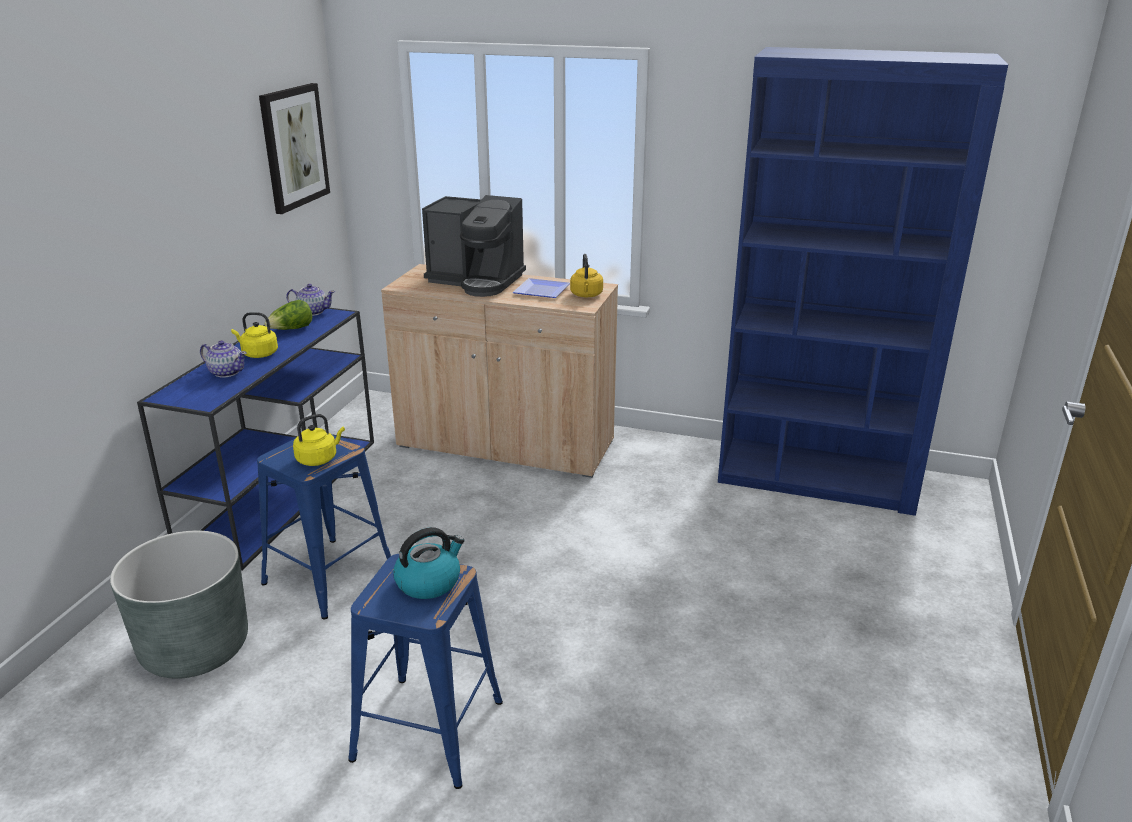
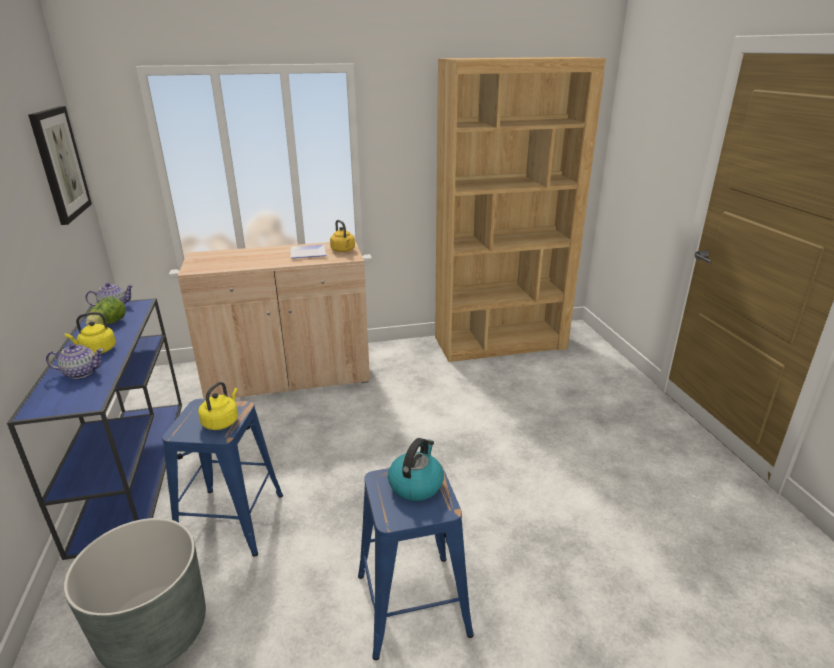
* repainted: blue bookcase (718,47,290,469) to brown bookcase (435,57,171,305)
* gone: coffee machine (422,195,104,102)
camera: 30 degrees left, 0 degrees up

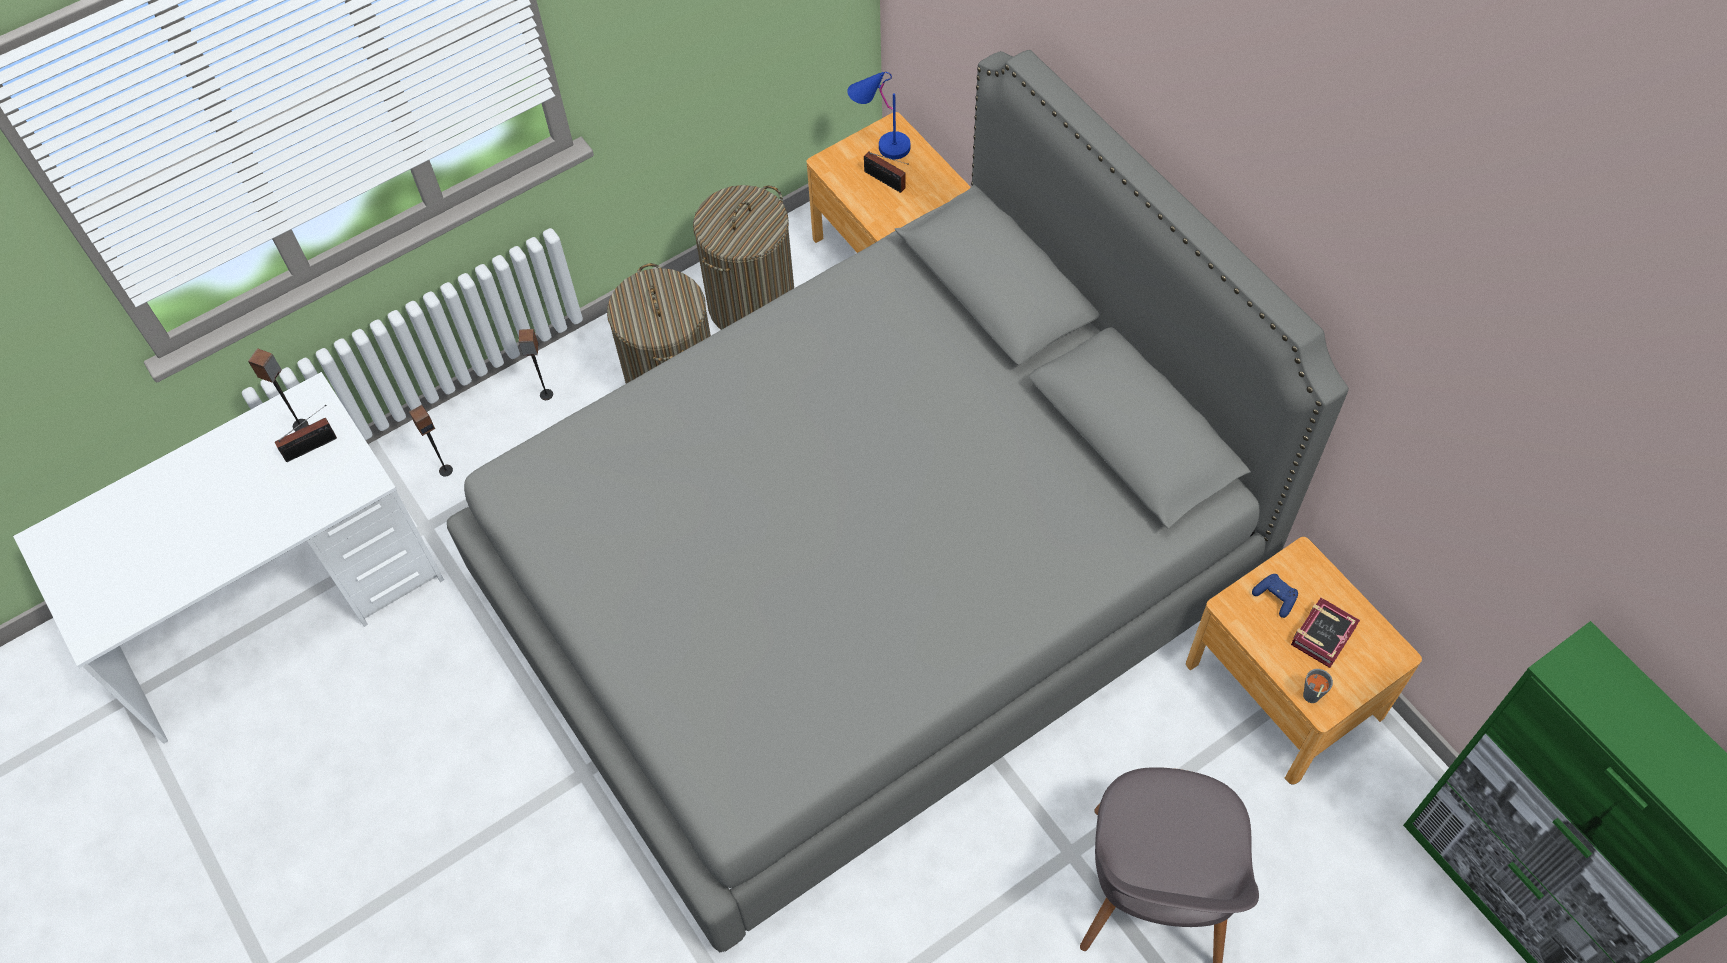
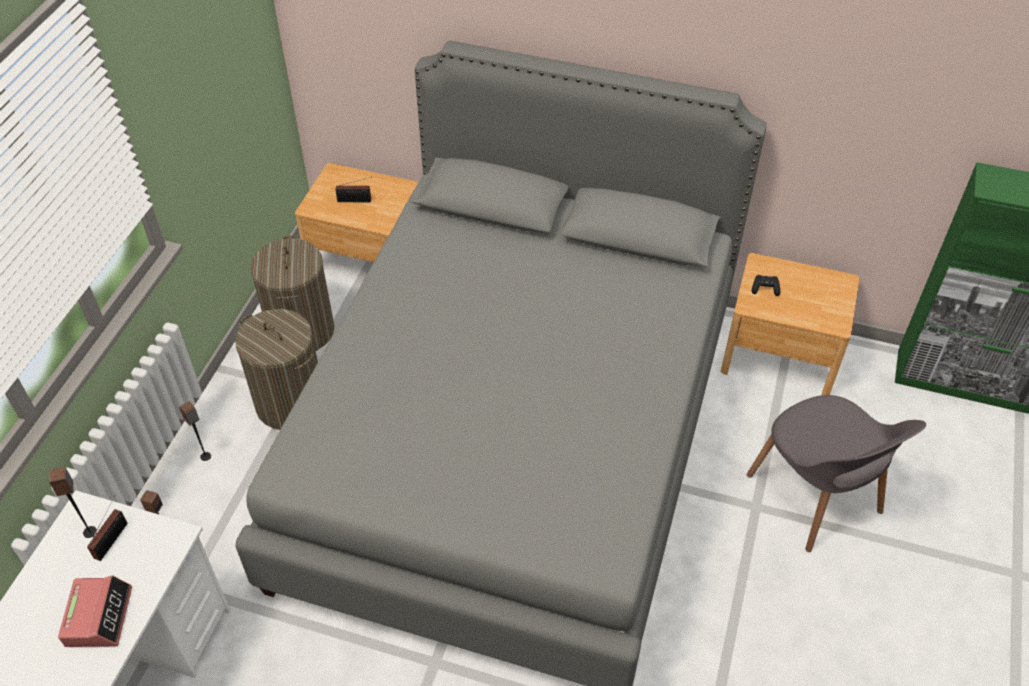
* gone: blue table lamp (847,72,64,87)
* repainted: blue game controller (1252,574,46,44) to black game controller (752,275,28,21)
* gone: book (1291,598,69,70)
* gone: grey cup (1303,669,30,34)
* new: alarm clock (58,575,74,72)
camera: 40 degrees left, 10 degrees down

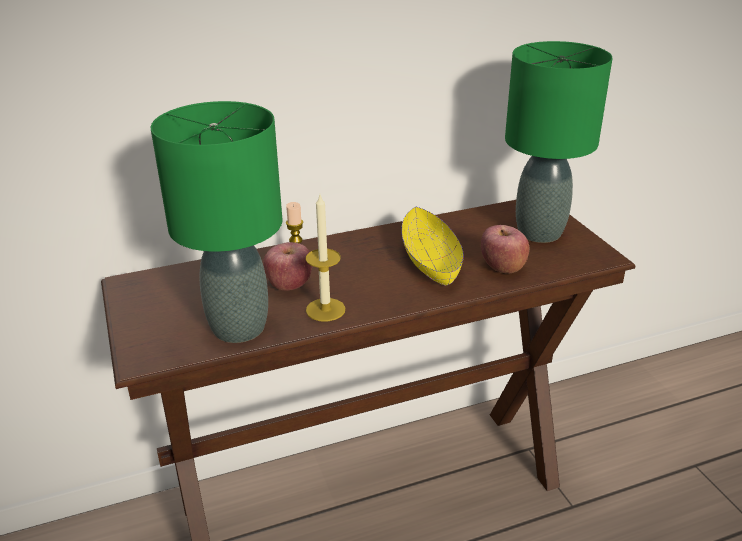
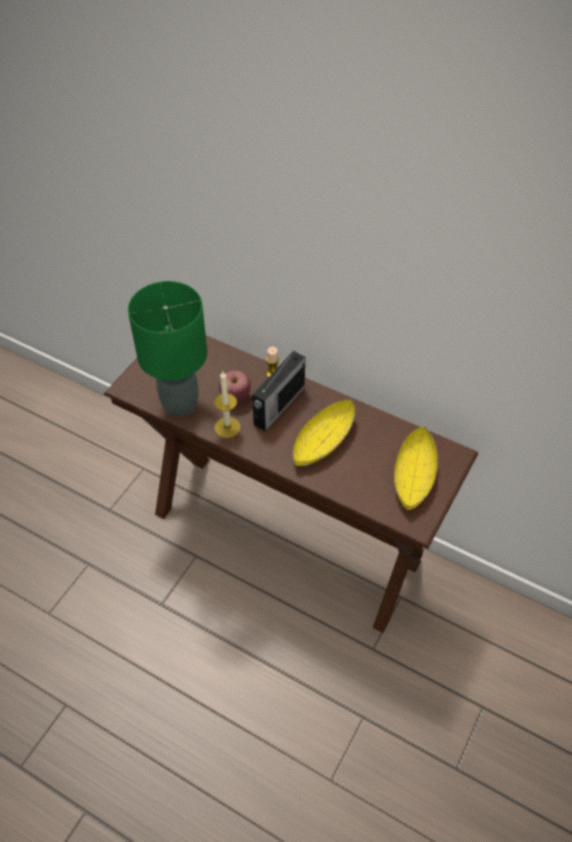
* swapped: green table lamp (505,41,108,202) to yellow bowl (394,426,44,84)
* gone: apple (481,225,48,49)
* new: radio (252,350,53,81)
camera: 50 degrees right, 20 degrees up

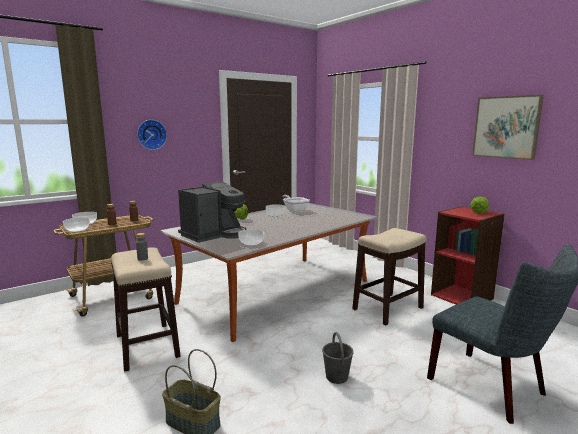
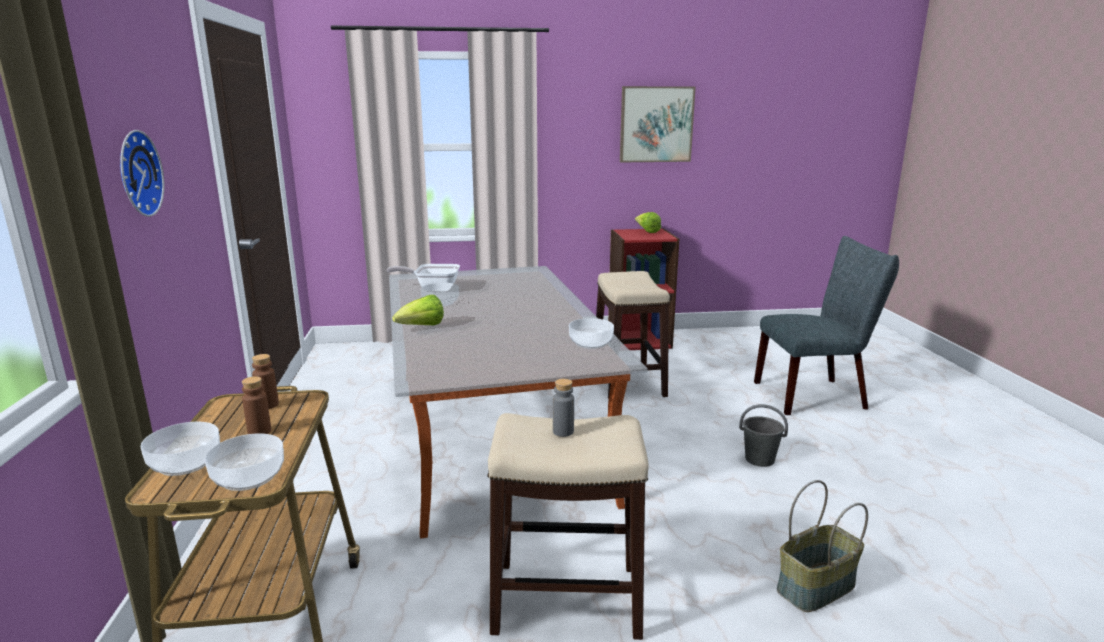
* gone: coffee machine (178,181,69,62)
camera: 60 degrees left, 5 degrees up

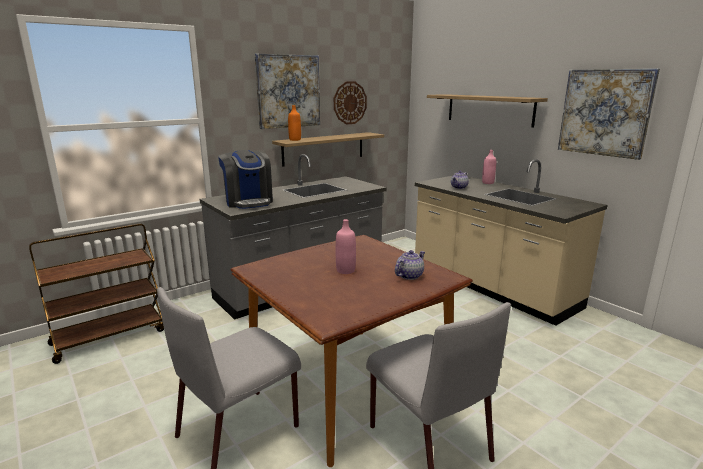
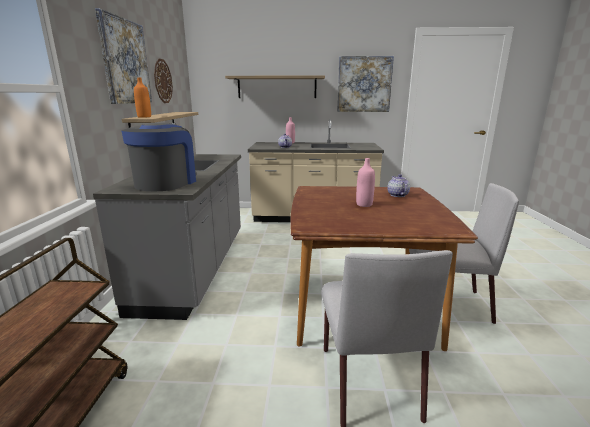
* rotated: coffee machine (218,150,55,59) = (121,122,76,69) 90 degrees counterclockwise
camera: 50 degrees left, 0 degrees up

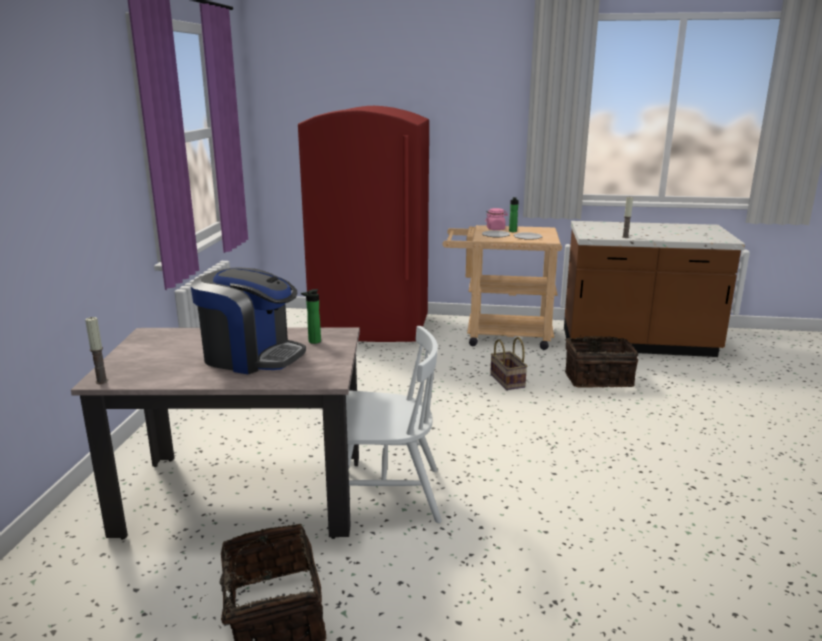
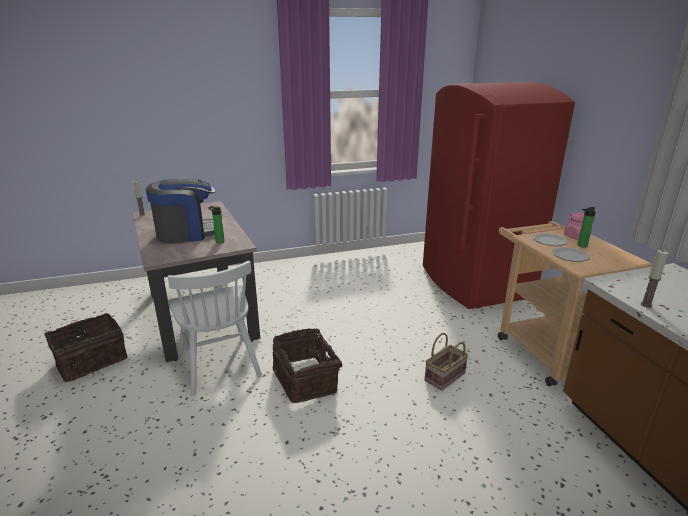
* rotated: coffee machine (191,267,115,107) = (146,179,69,64) 105 degrees counterclockwise
* shifted: basket (565,336,73,52) to (273,328,69,75)
camera: 65 degrees right, 5 degrees up

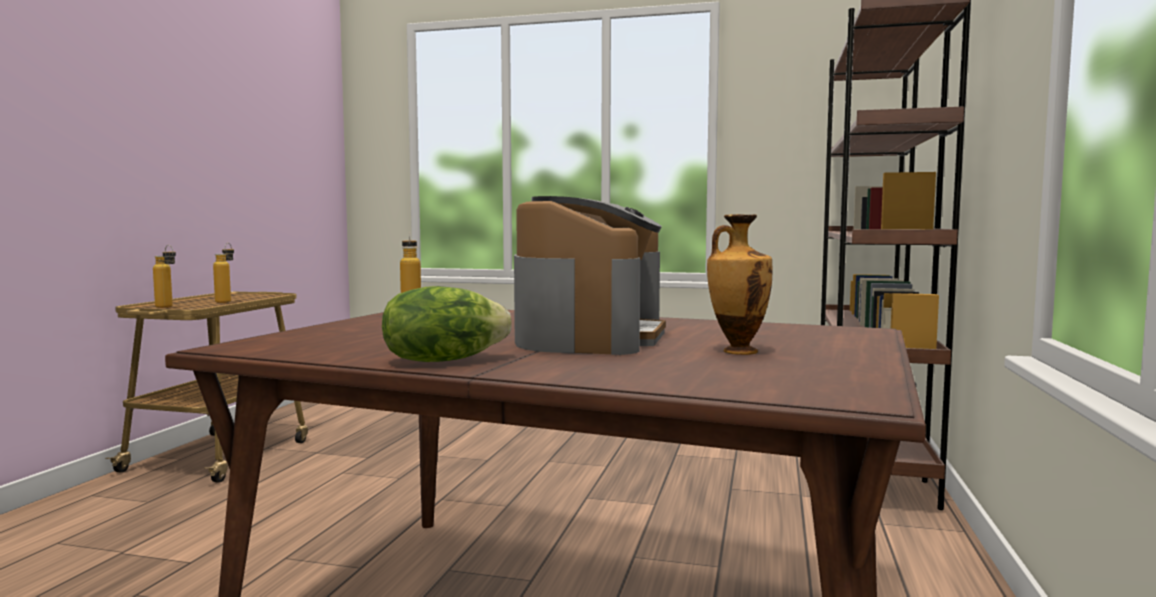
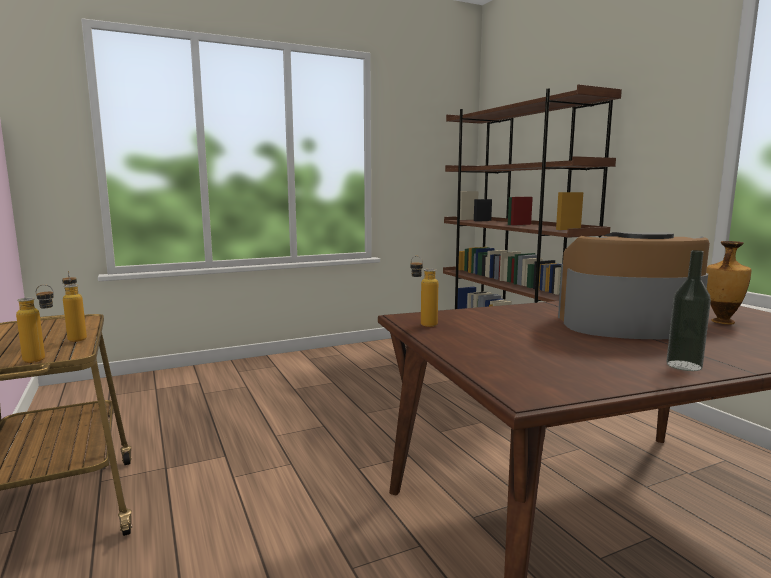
* rotated: coffee machine (514,196,152,159) = (558,232,152,107) 60 degrees counterclockwise
* swapped: lettuce (382,286,130,76) to bottle (666,250,45,121)
camera: 40 degrees left, 5 degrees up

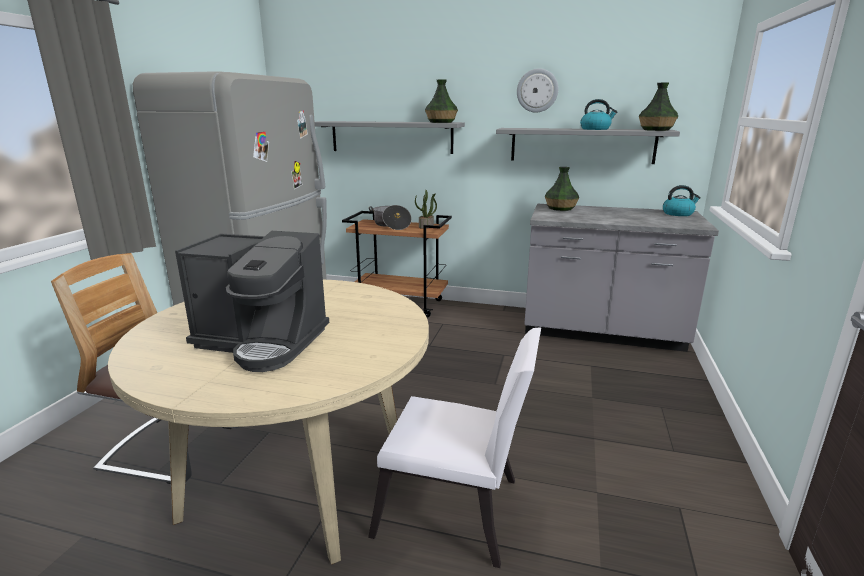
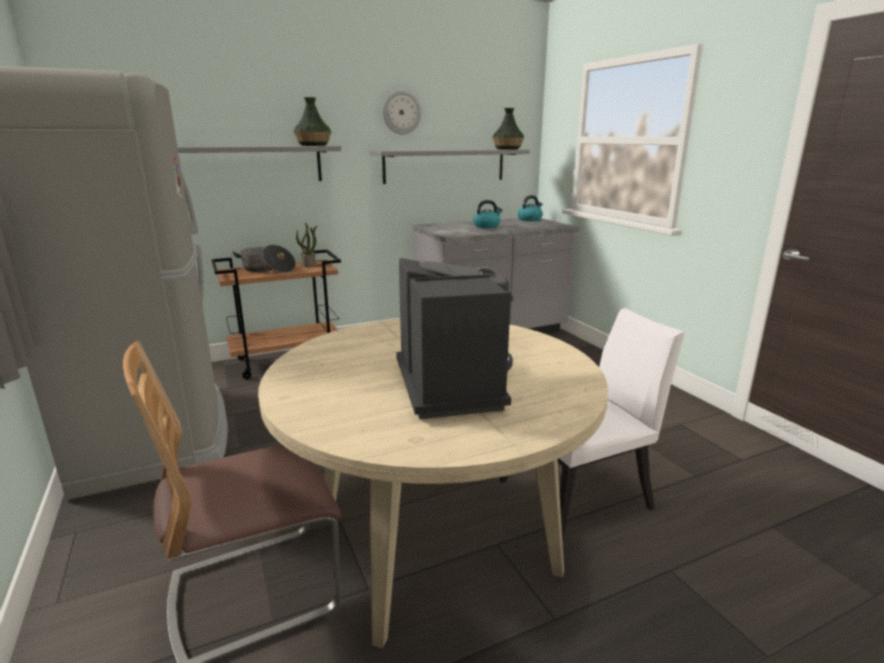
* shifted: kettle (580,99,37,31) to (473,200,30,28)
* gone: vase (545,167,34,44)
* rotated: coffee machine (175,231,154,141) = (396,258,118,161) 75 degrees counterclockwise
camera: 40 degrees left, 0 degrees up

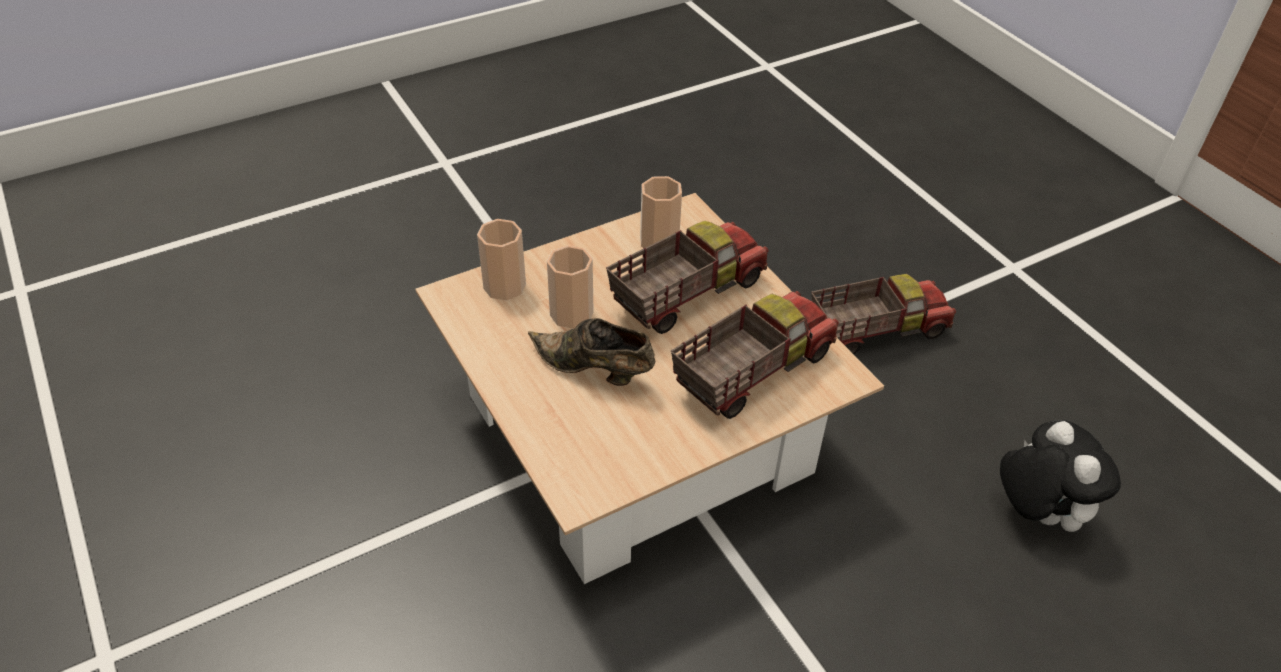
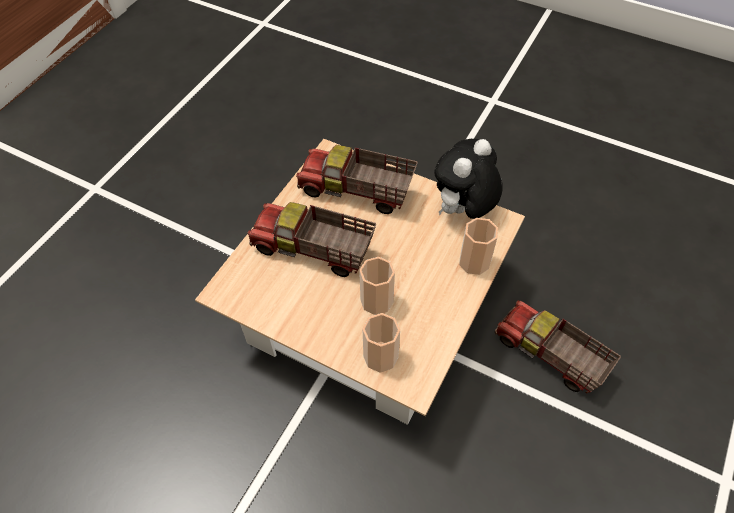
* shifted: cup (640,176,42,72) to (459,218,39,57)
* shifted: toy truck (811,274,145,80) to (495,300,126,93)
* gone: brown shoe (528,318,127,68)
* shifted: plush toy (1000,420,121,112) to (434,139,69,80)
camera: 120 degrees left, 10 degrees up

